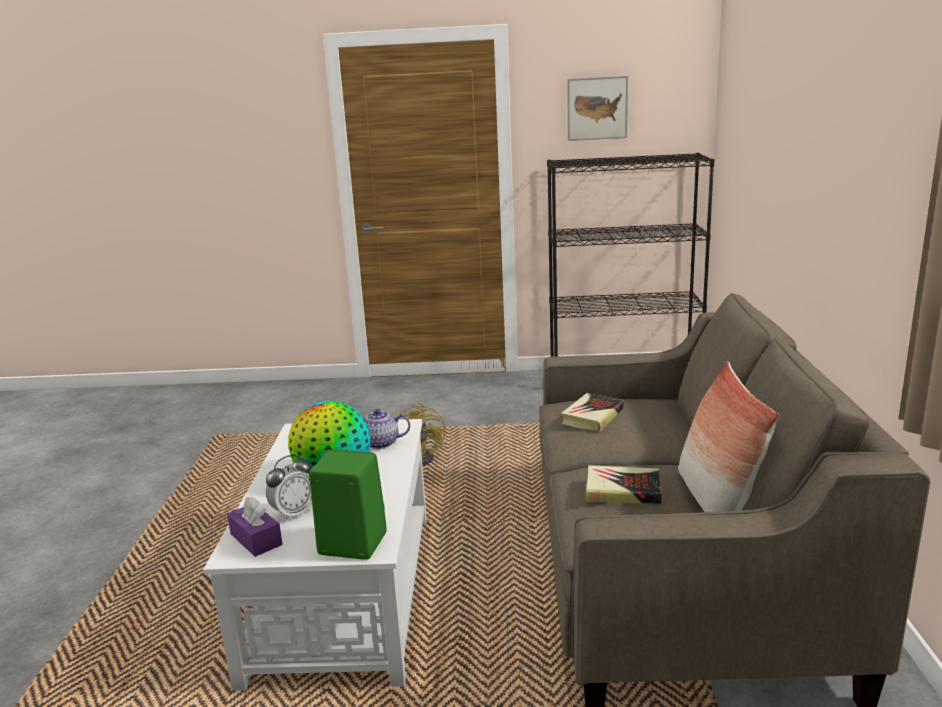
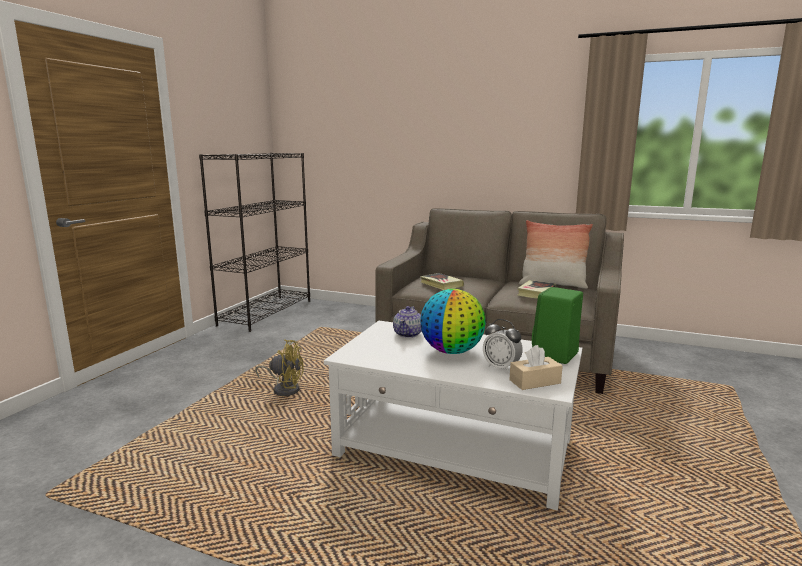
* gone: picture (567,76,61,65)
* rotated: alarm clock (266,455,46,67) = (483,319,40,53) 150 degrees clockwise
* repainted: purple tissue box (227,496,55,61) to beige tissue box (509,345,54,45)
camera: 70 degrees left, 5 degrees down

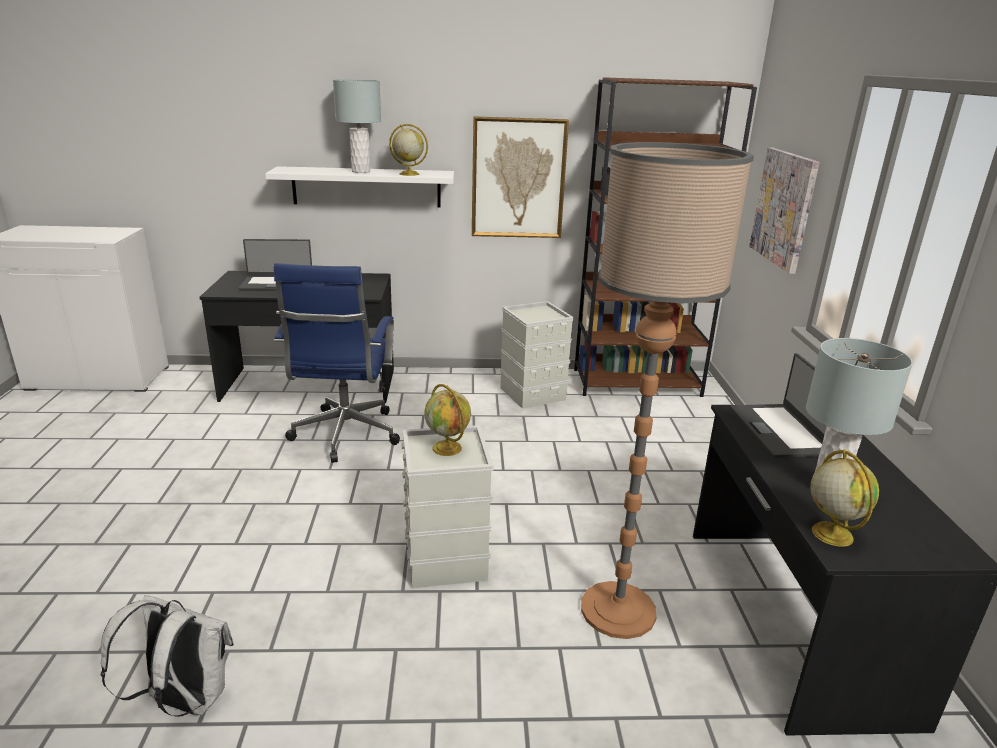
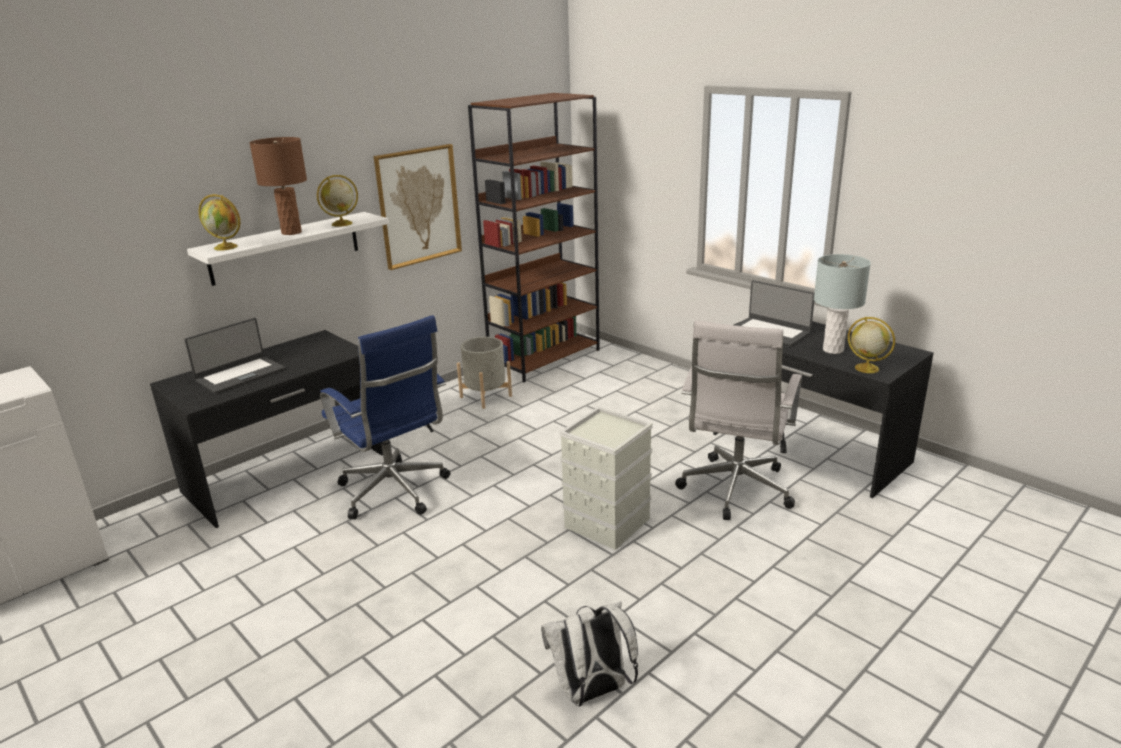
* repainted: grey table lamp (333,79,48,94) to brown table lamp (250,137,57,98)
* swapped: floor lamp (581,142,173,497) to white office chair (675,320,127,200)
* gone: picture (749,147,71,127)
* swapped: grey storage box (500,301,74,108) to grey planter (457,337,55,72)
* shifted: globe (424,384,47,72) to (199,194,41,57)
camera: 40 degrees left, 0 degrees up

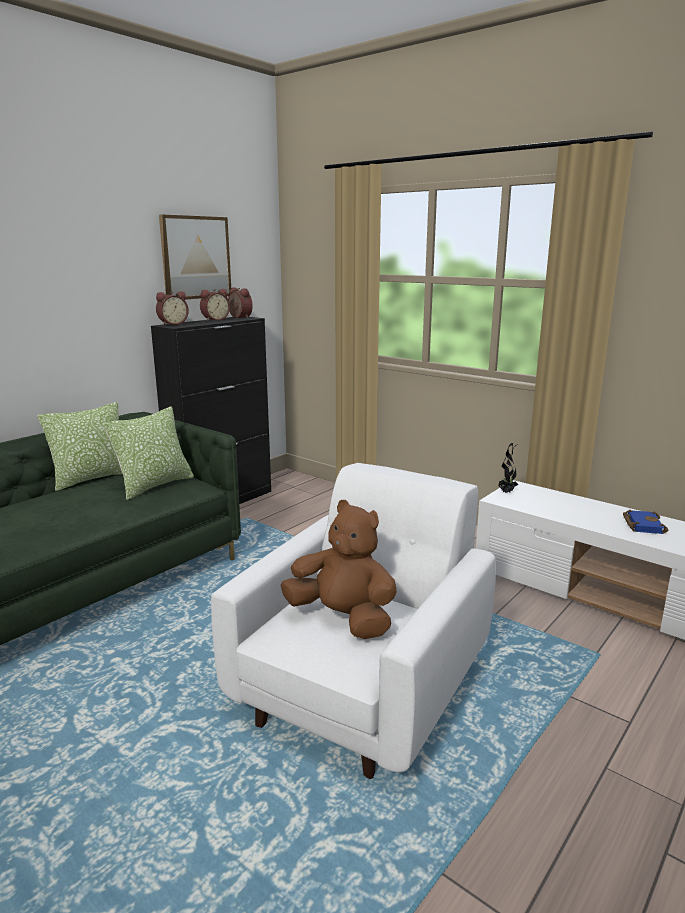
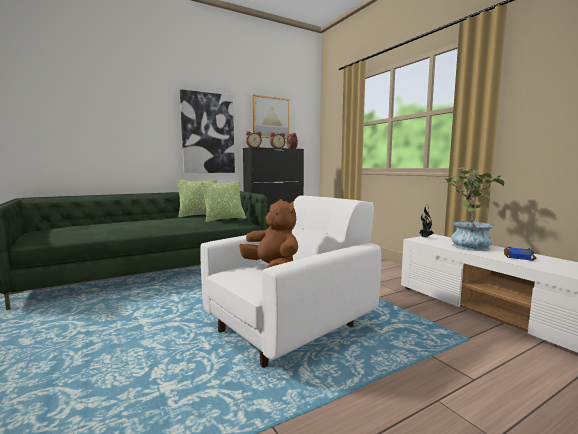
* new: picture (180,89,55,84)
* new: potted plant (438,167,69,84)
camera: 20 degrees right, 10 degrees down

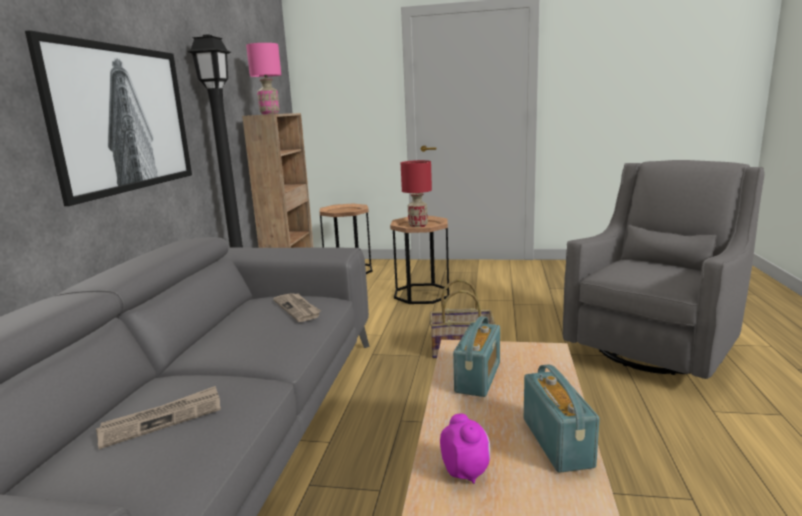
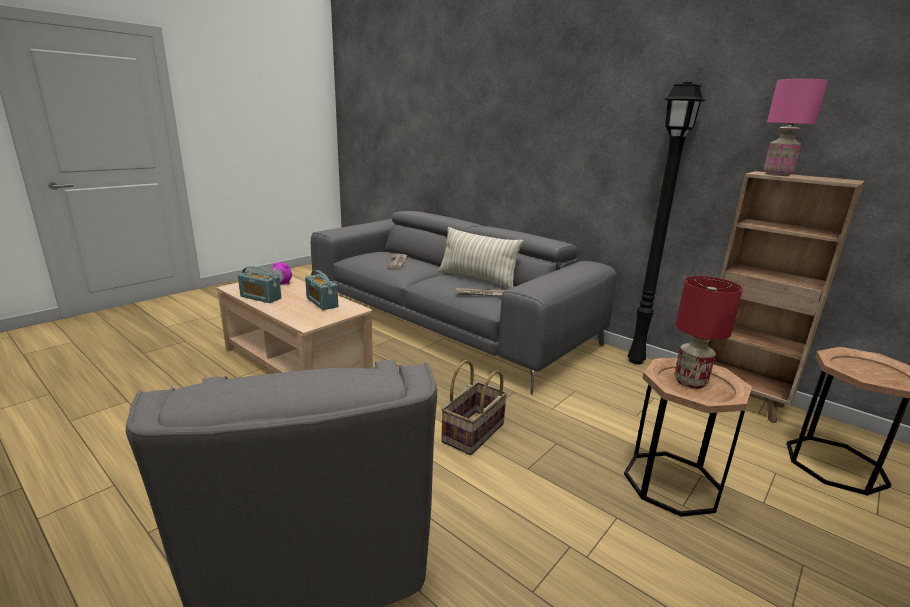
* gone: picture (25,30,167,176)
* new: pillow (438,227,85,62)
camera: 120 degrees right, 5 degrees up

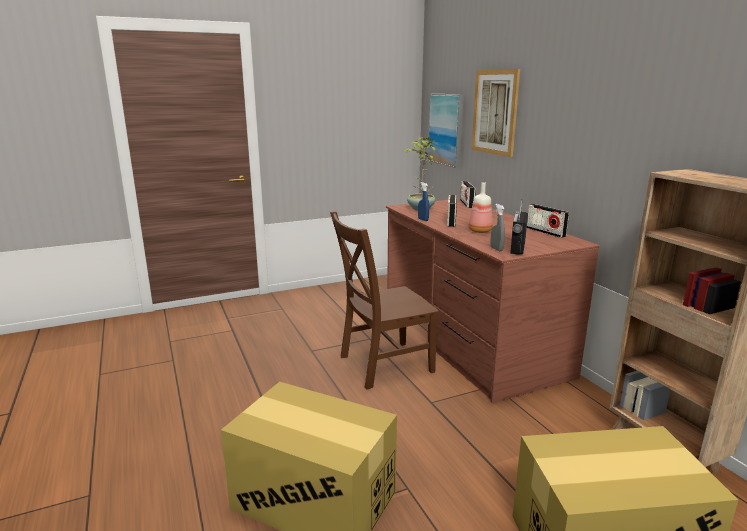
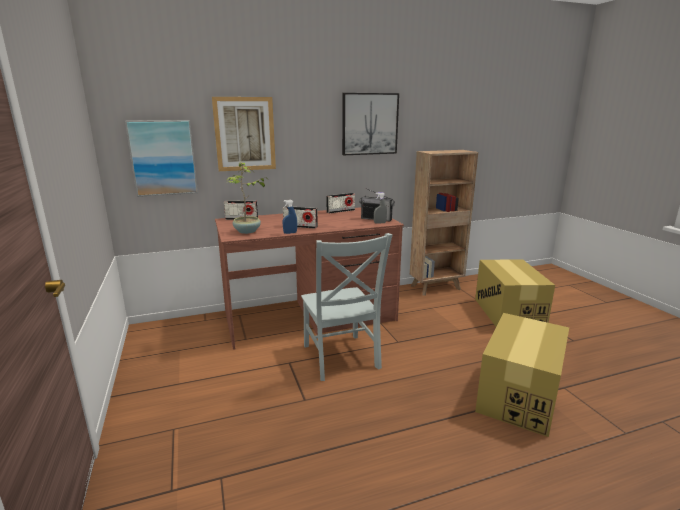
* gone: bottle (468,182,25,51)
* repainted: brown chair (330,211,109,179) to grey chair (301,233,91,148)
* new: picture (342,93,57,62)
camera: 85 degrees left, 0 degrees up

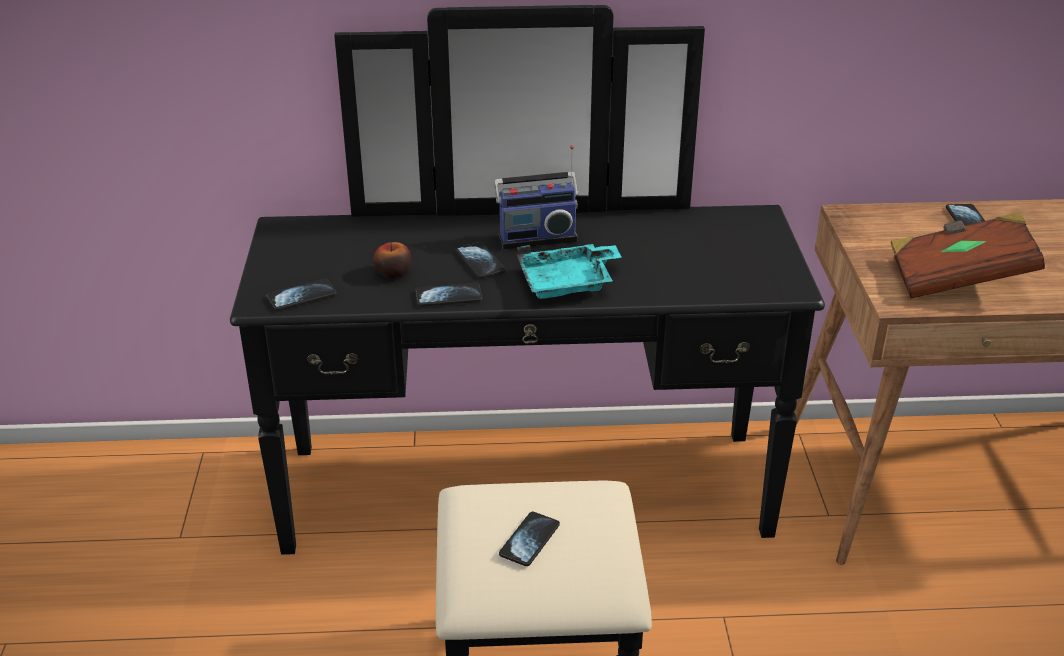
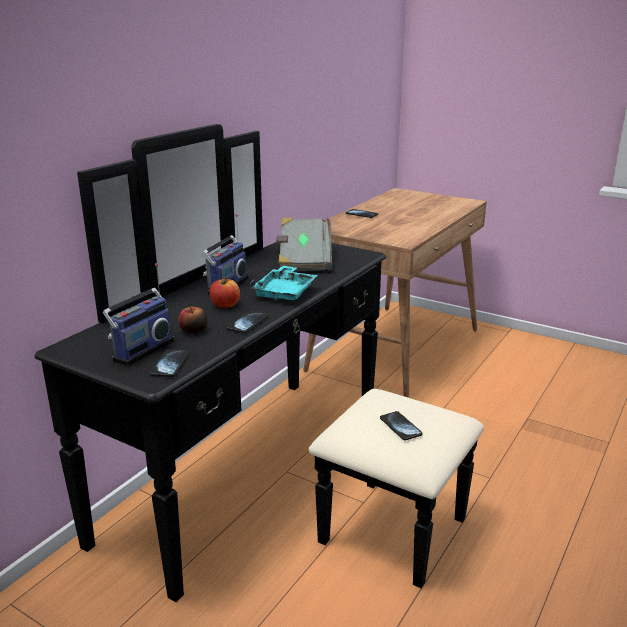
* gone: brown book (890,211,155,88)
* swapped: phone (455,242,51,36) to apple (210,277,30,31)
* new: grey book (276,218,56,54)
* new: radio (103,263,71,103)
camera: 55 degrees left, 10 degrees down

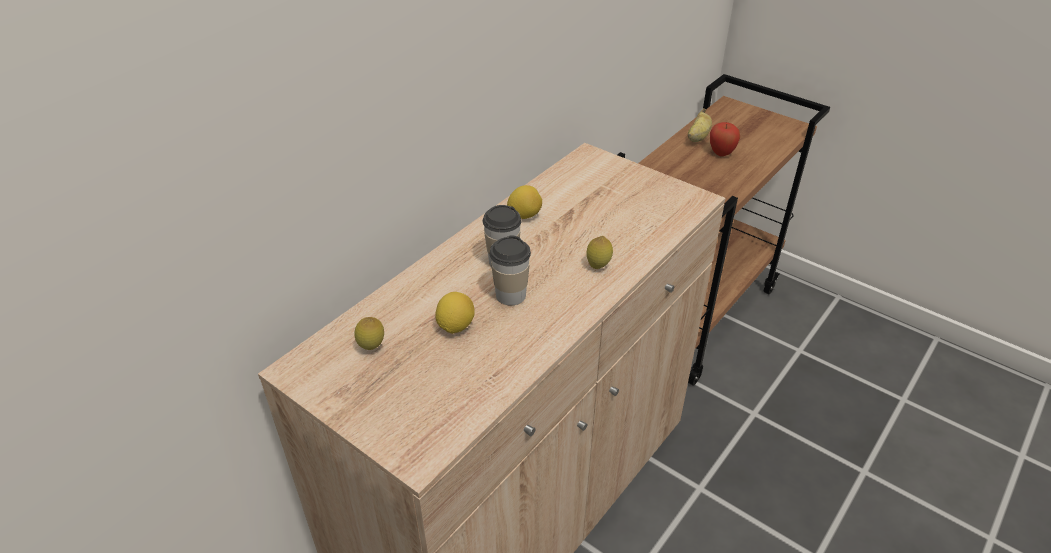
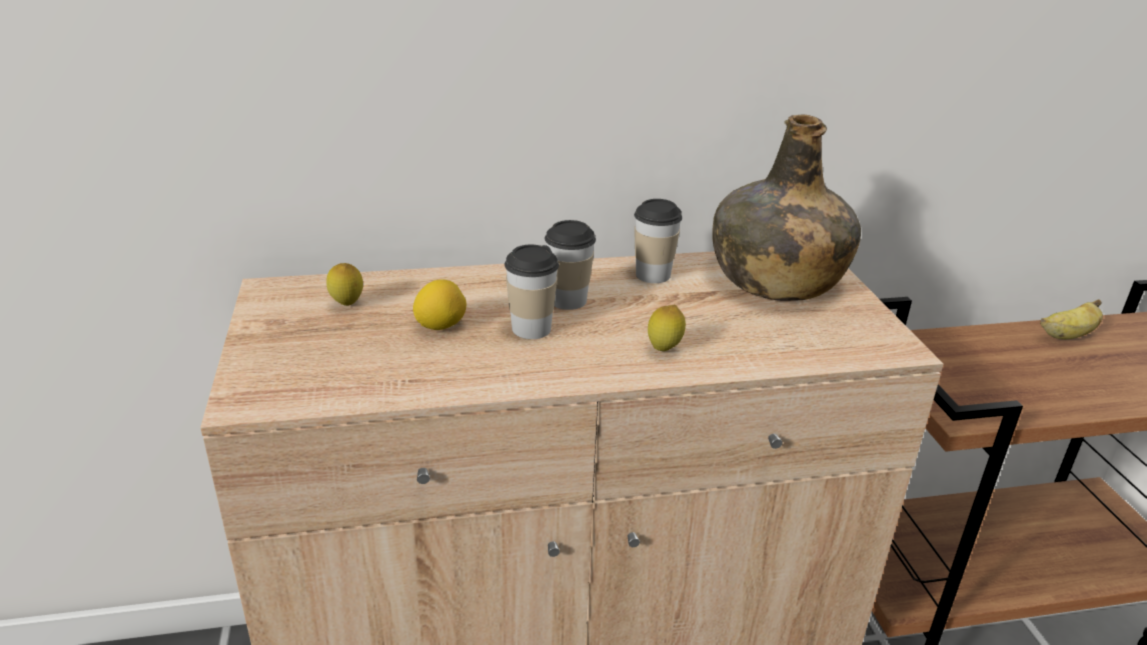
* gone: apple (710,122,30,34)
* swapped: lemon (507,185,35,34) to cup (634,199,48,84)
* new: green bottle (712,114,149,187)
camera: 40 degrees right, 10 degrees down

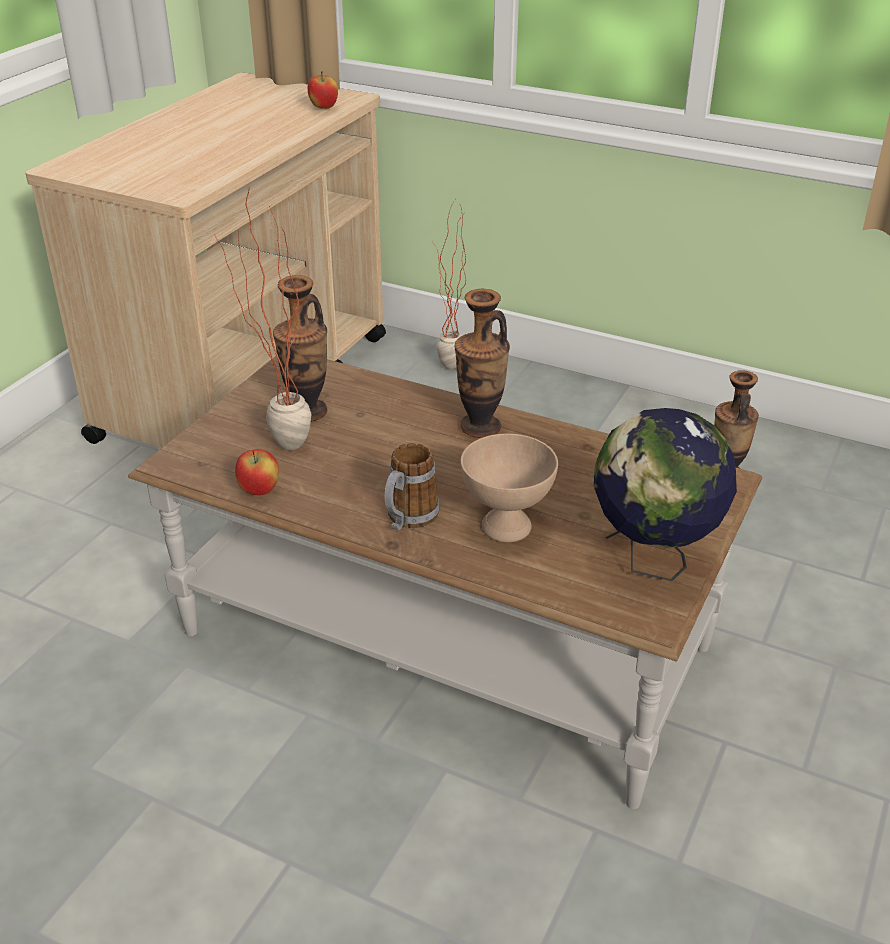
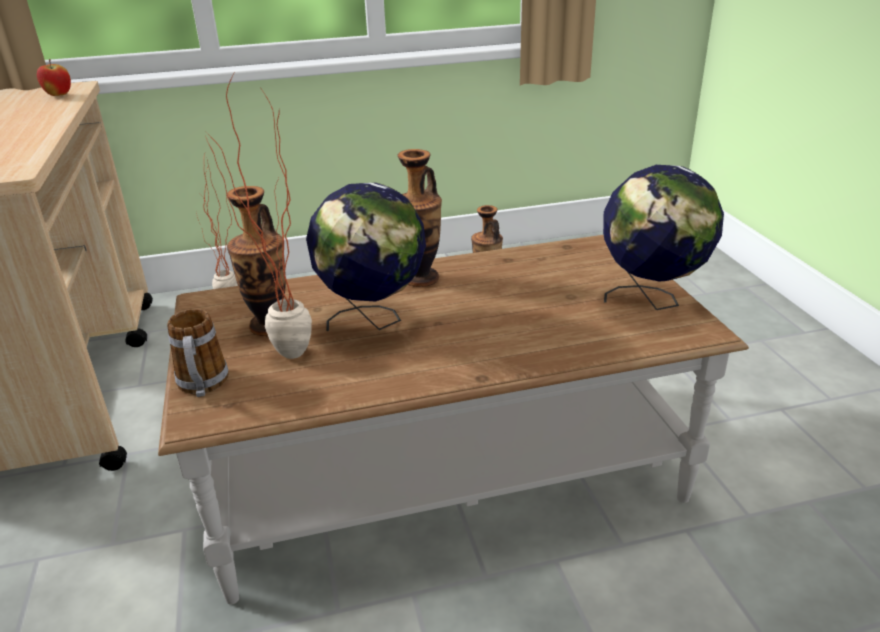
* gone: beige bowl (461,434,97,108)
* shifted: mug (385,443,54,87) to (167,309,62,88)
* gone: apple (235,449,44,46)
* new: globe (306,183,120,148)
camera: 40 degrees left, 5 degrees down

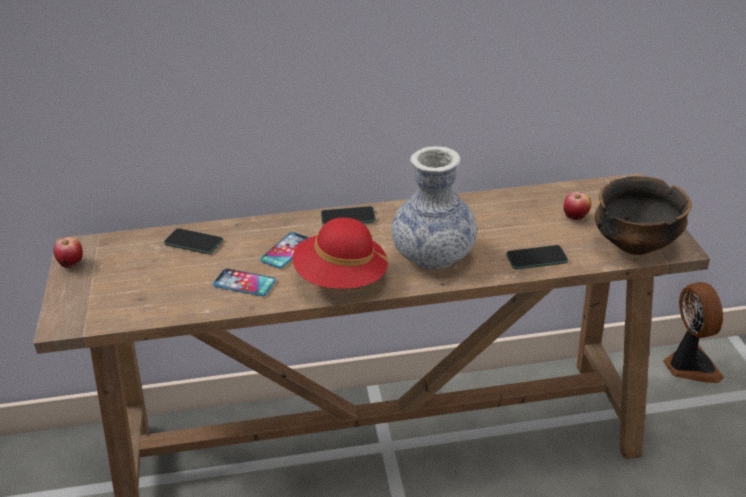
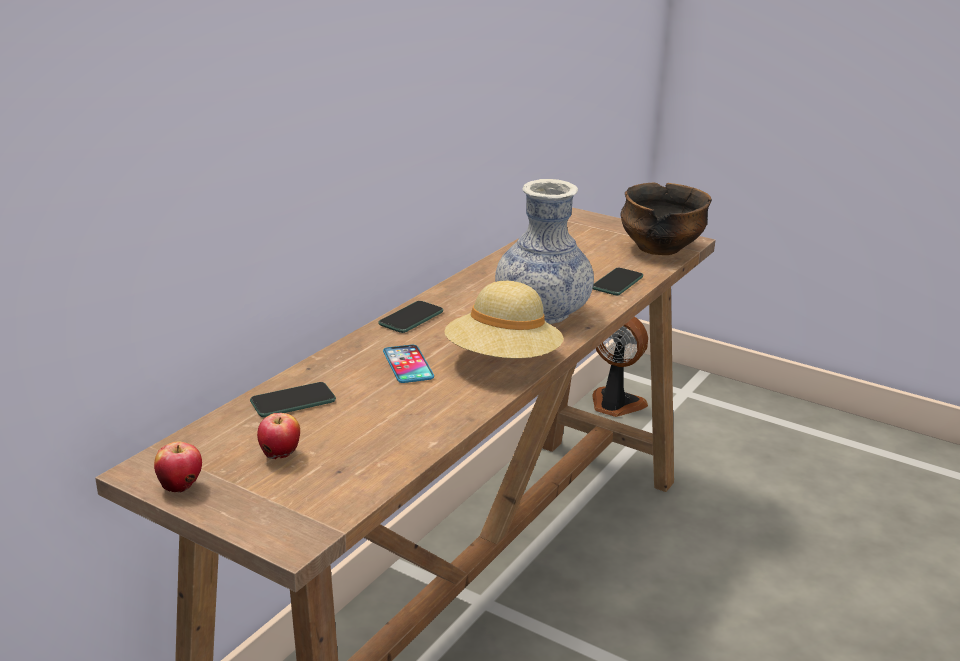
* shifted: apple (563,192,28,28) to (257,413,43,46)
* repainted: red hat (293,217,96,72) to beige hat (444,281,120,78)
* gone: phone (213,269,63,27)
camera: 50 degrees left, 10 degrees down

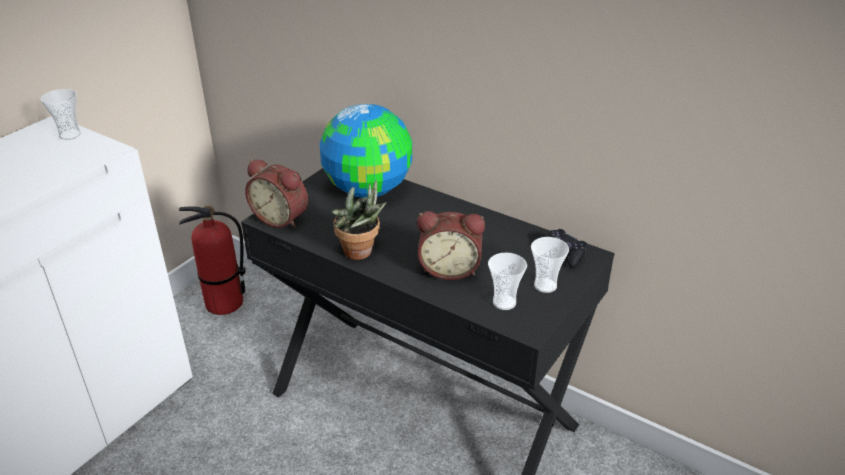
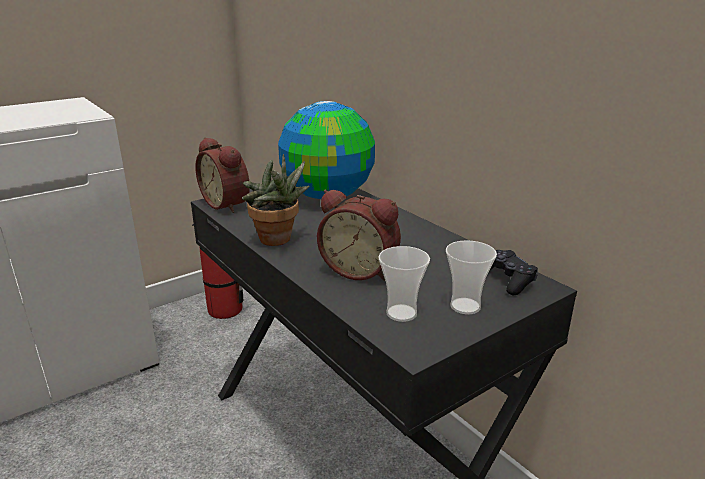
* gone: cup (40,89,41,51)
camera: 20 degrees right, 10 degrees down

